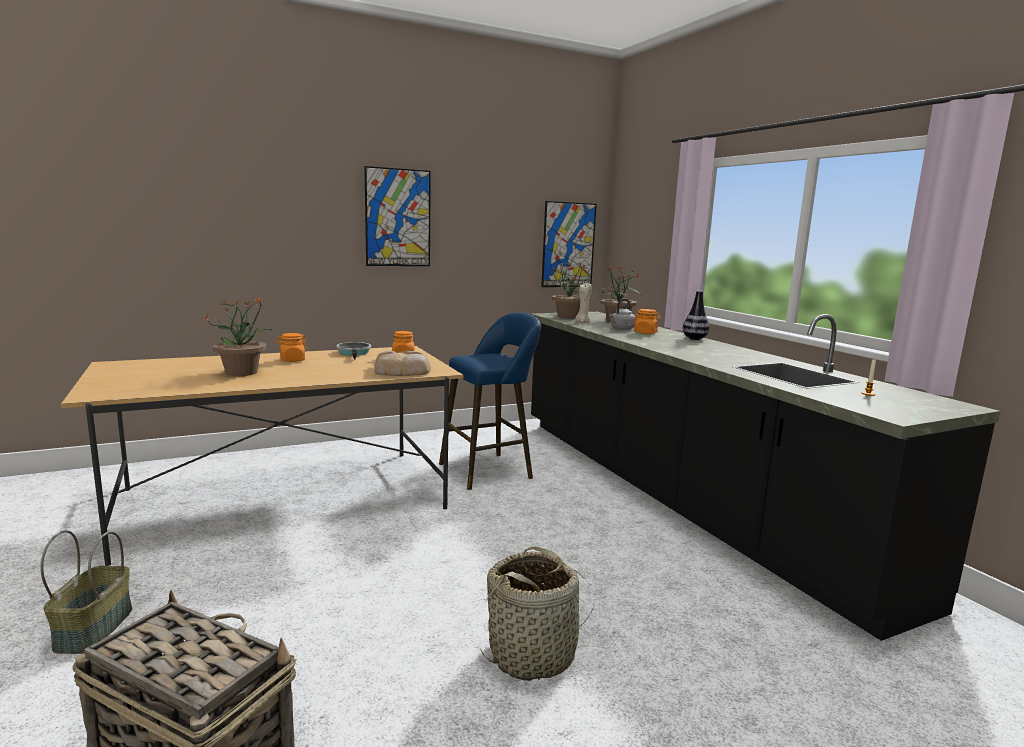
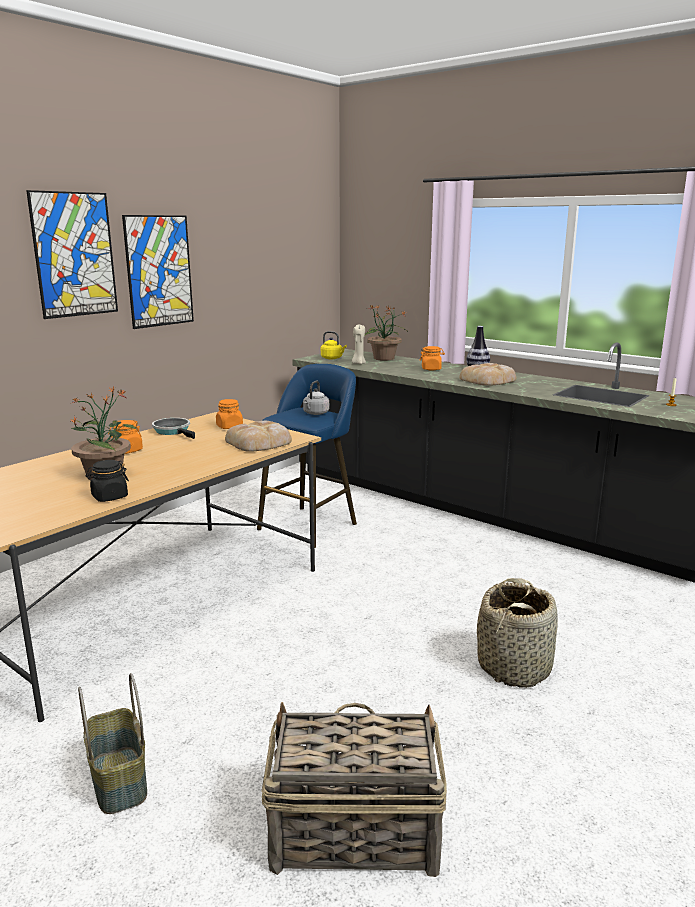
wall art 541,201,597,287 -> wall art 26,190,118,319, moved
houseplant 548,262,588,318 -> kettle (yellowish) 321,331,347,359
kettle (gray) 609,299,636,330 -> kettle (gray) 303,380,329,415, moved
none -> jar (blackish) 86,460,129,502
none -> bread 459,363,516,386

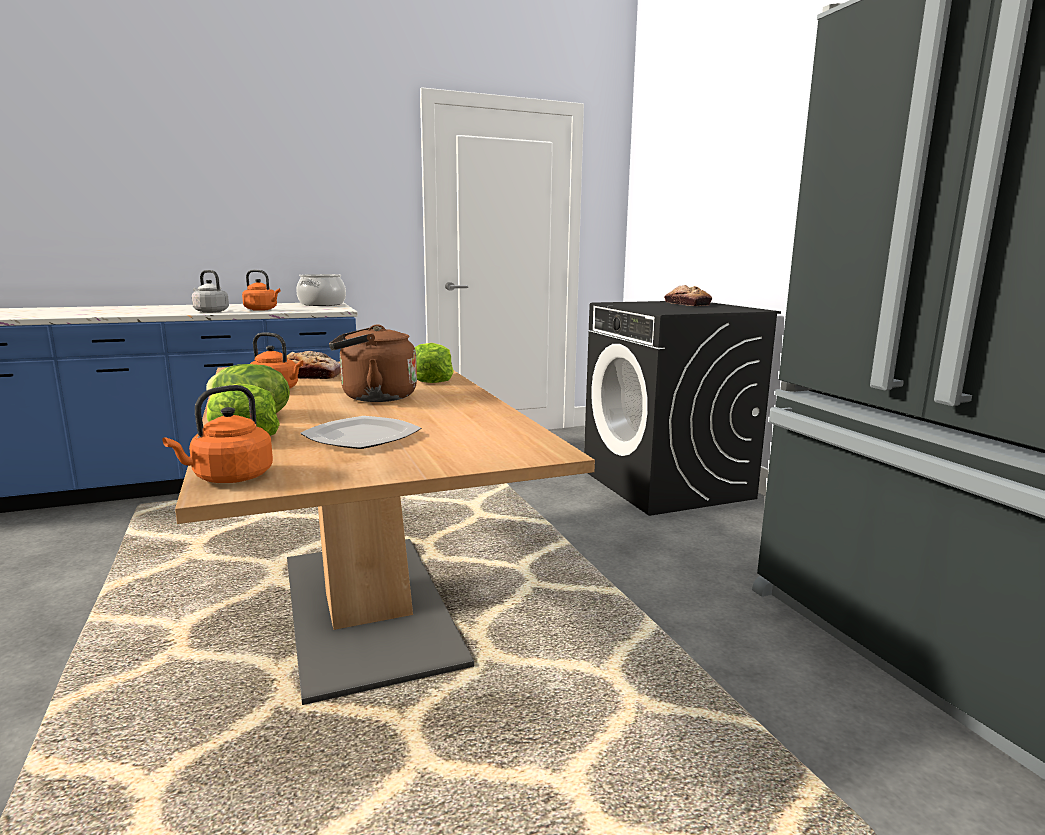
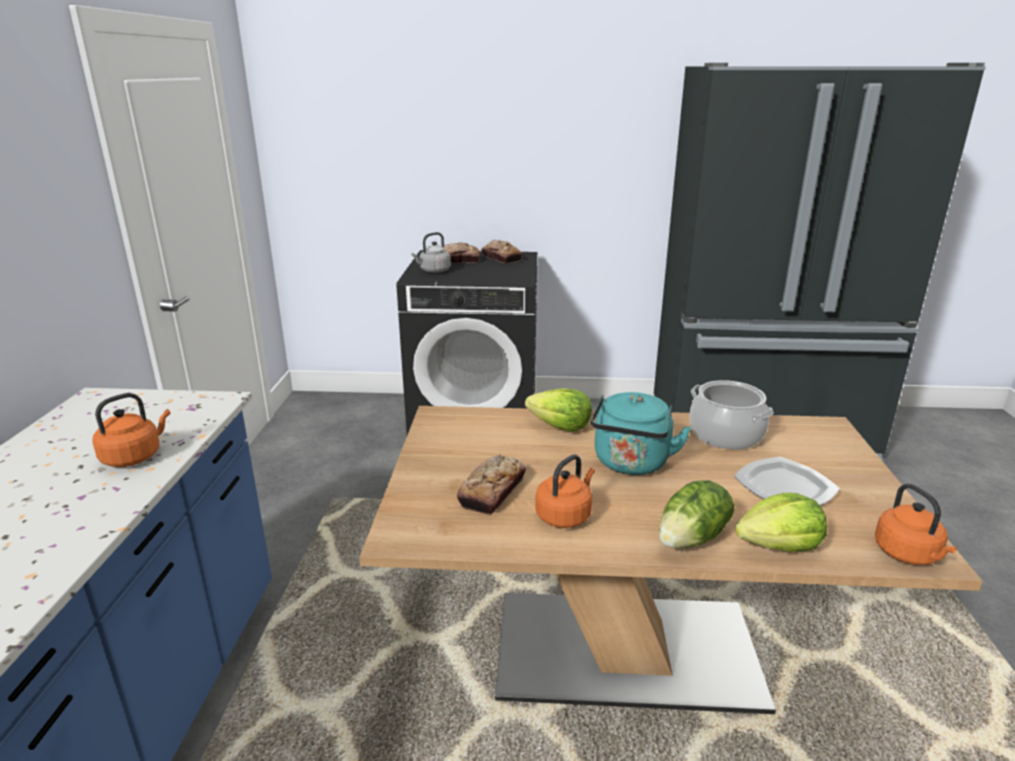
kettle (gray) 192,270,229,313 -> kettle (gray) 412,232,451,273, moved
cooking pot 296,274,346,306 -> cooking pot 689,380,774,450, moved
kettle (brown) 329,324,417,402 -> kettle (turquoise) 591,392,692,475
none -> bread 481,240,523,263

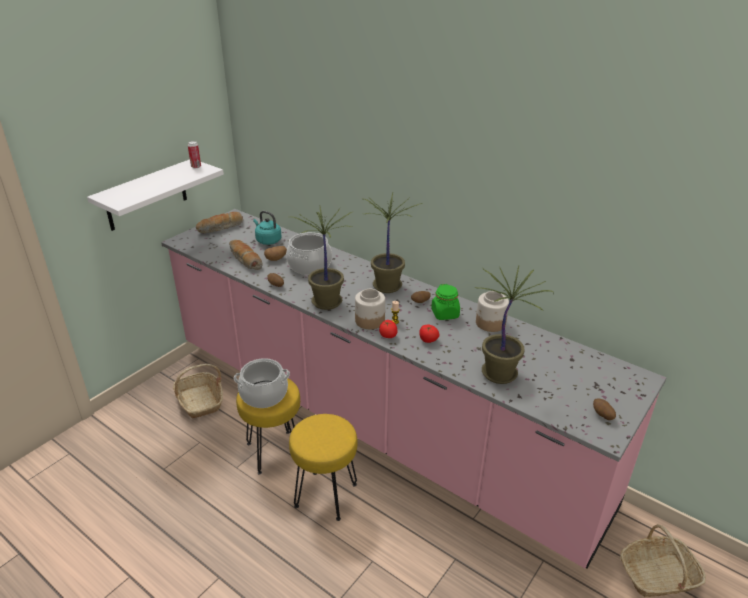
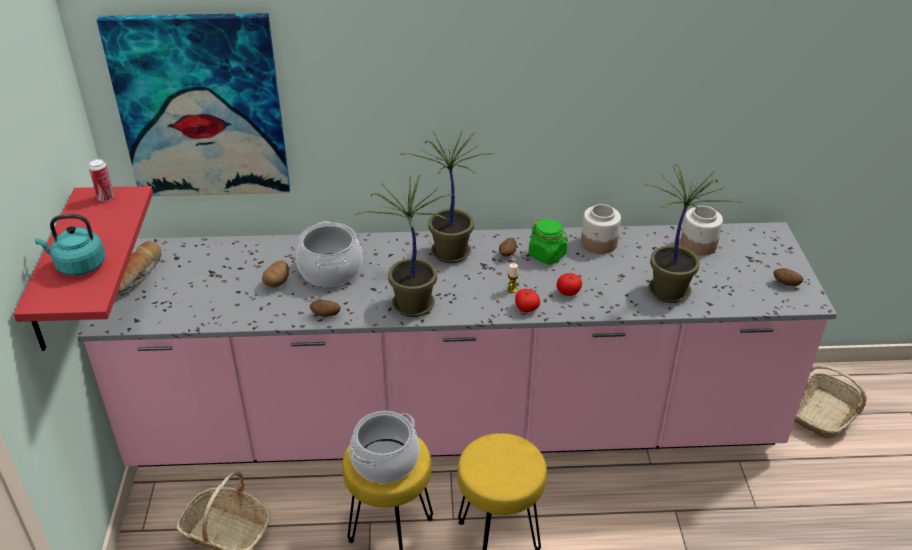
shelf (white) 87,159,224,231 -> shelf (red-coloured) 13,186,153,351
bread 229,240,263,270 -> none
kettle (turquoise) 253,211,282,245 -> kettle (turquoise) 34,214,105,276, moved
jar 355,289,385,329 -> jar 680,206,723,256, moved
none -> wall art 97,13,290,196

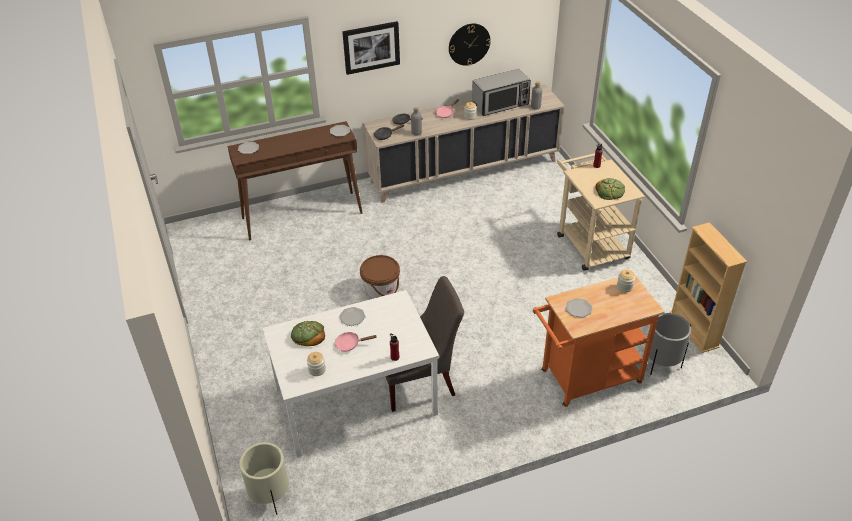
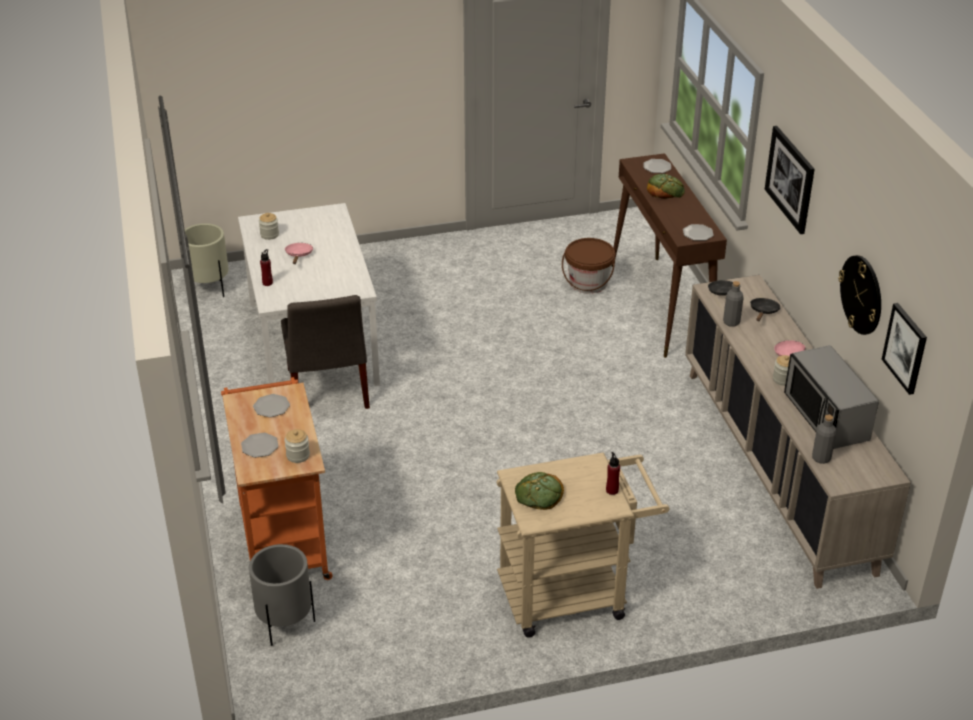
bread 291,321,325,346 -> bread 647,174,685,199, moved
plate 339,307,366,326 -> plate 241,433,278,458, moved
bucket (brown) 360,255,400,299 -> bucket (brown) 562,238,615,294, moved
bookcase (beige-coloured) 670,222,747,353 -> none
none -> wall art 882,303,927,395

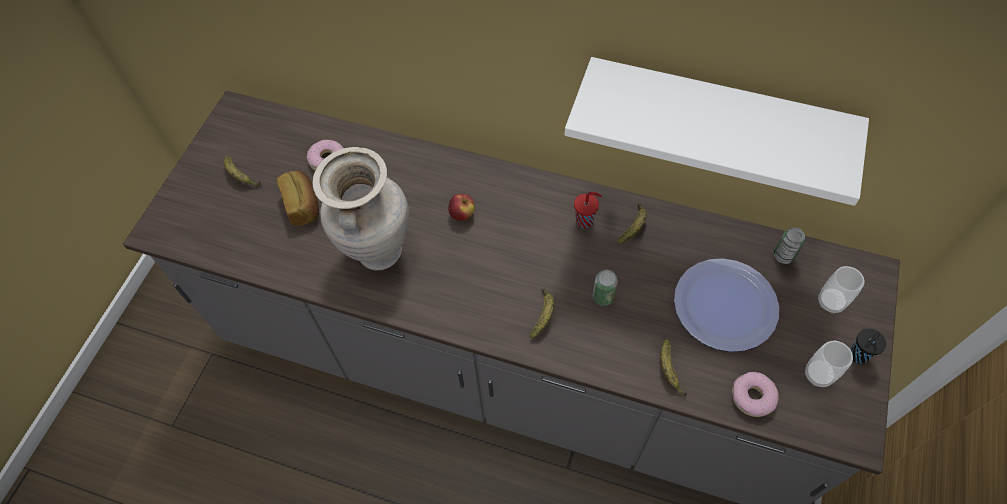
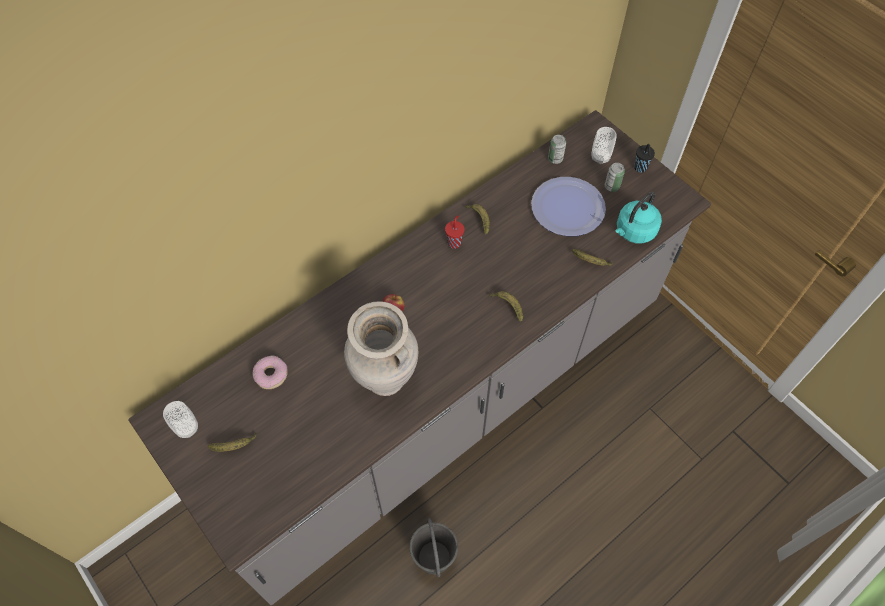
bread 277,170,319,226 -> none
shelf (white) 564,57,869,206 -> none
can 593,270,618,306 -> can 605,163,625,192, moved
ring doughnut 732,372,779,417 -> kettle (turquoise) 616,192,662,244
drinking cup 805,340,853,387 -> drinking cup 163,401,198,438, moved
none -> bucket (gray) 409,518,458,577

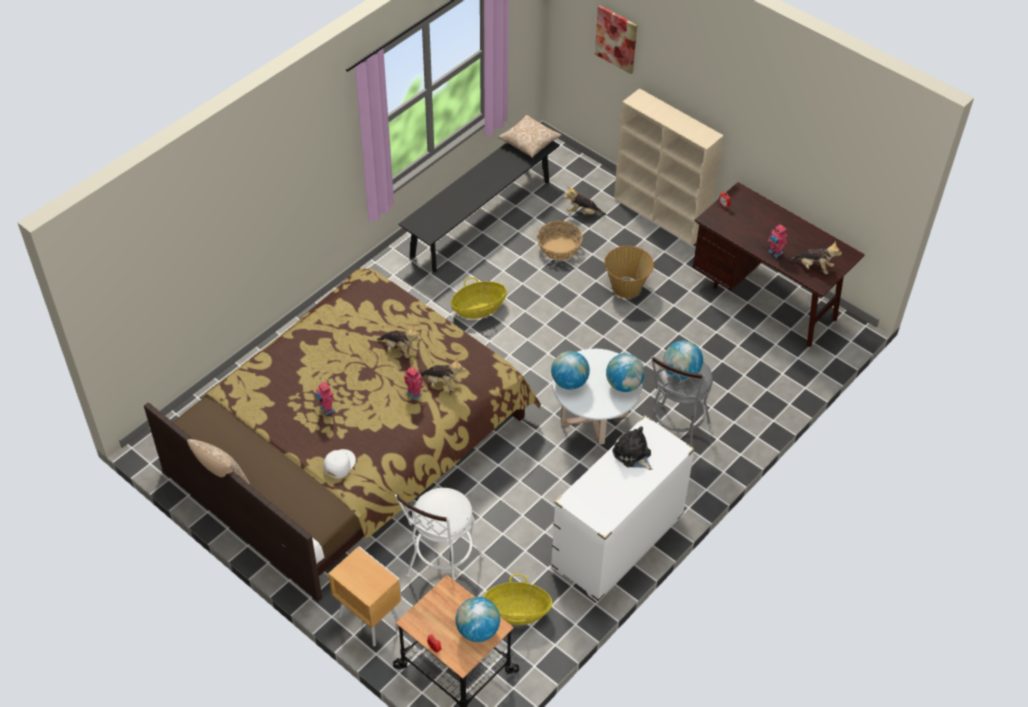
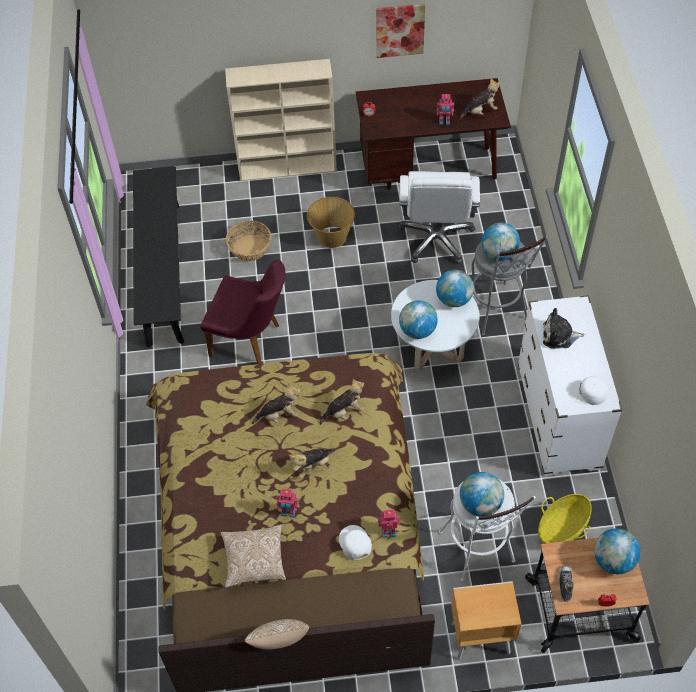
robot figure 404,367,424,401 -> robot figure 378,509,400,538, moved
basket 451,277,507,319 -> plain chair (purplish) 200,260,286,364
pillow 498,114,562,158 -> pillow 220,525,286,588, moved
plush toy 563,186,606,215 -> plush toy 291,448,336,478, moved
wall art 595,5,637,74 -> wall art 376,4,425,58, moved
none -> desk chair (white) 398,171,480,264
none -> world globe 460,472,504,516
none -> low shoe 558,565,574,602
none -> cap (white) 569,376,608,405

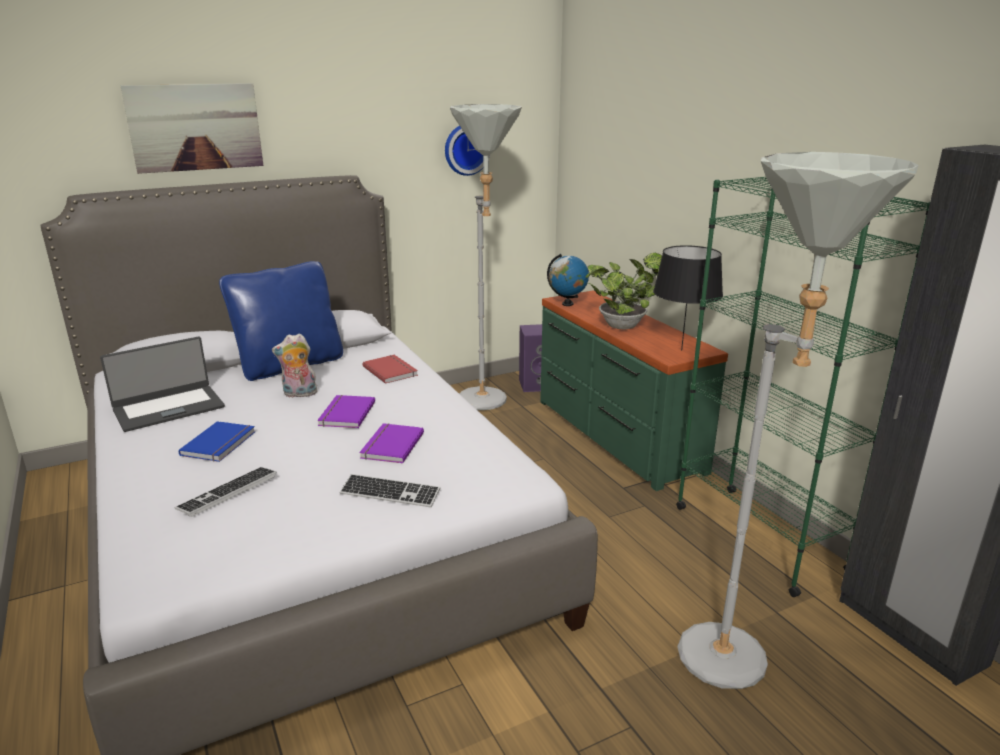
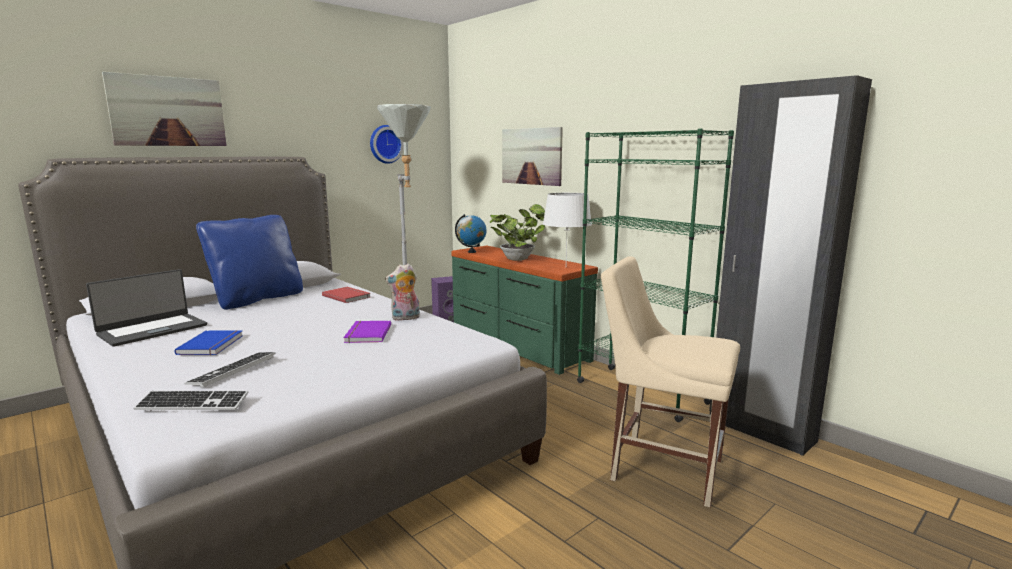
plush toy 272,333,318,398 -> plush toy 385,263,420,321, moved
book (purplish) 317,395,375,428 -> none
computer keyboard 340,474,440,507 -> computer keyboard 134,391,249,410, moved
table lamp (blackish) 653,245,723,351 -> table lamp (white) 543,193,592,262
standard lamp (gray) 677,152,919,689 -> plain chair (beige-coloured) 601,256,740,507
none -> wall art 502,127,563,186

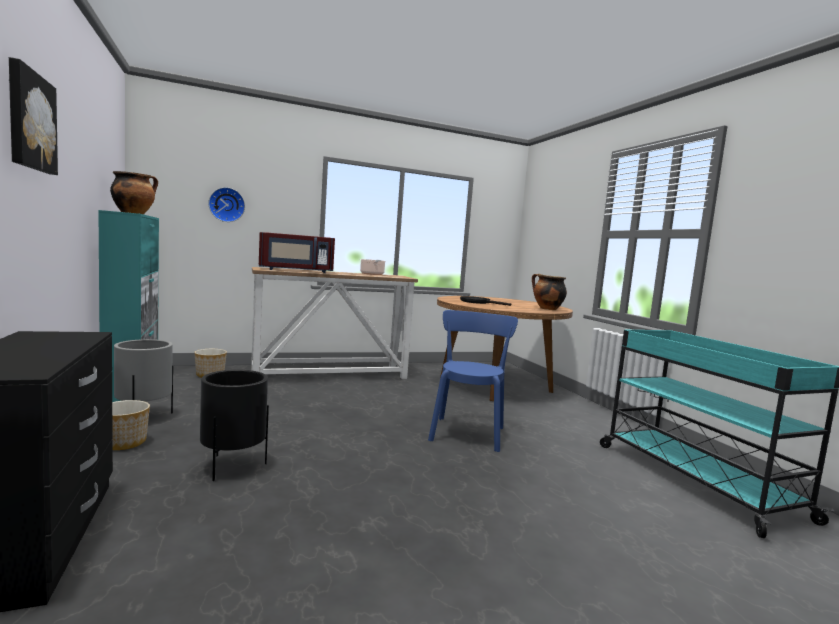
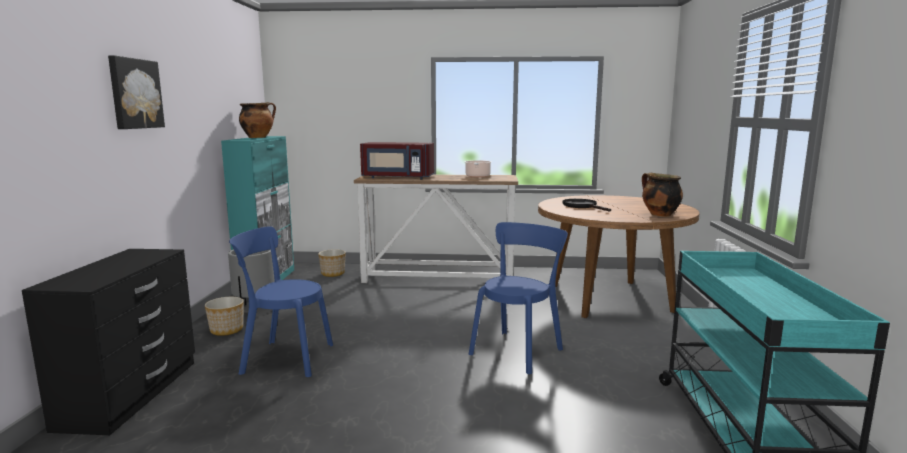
planter (blackish) 200,370,269,481 -> plain chair (bluish) 229,226,333,377
clock on the wall 208,187,245,222 -> none

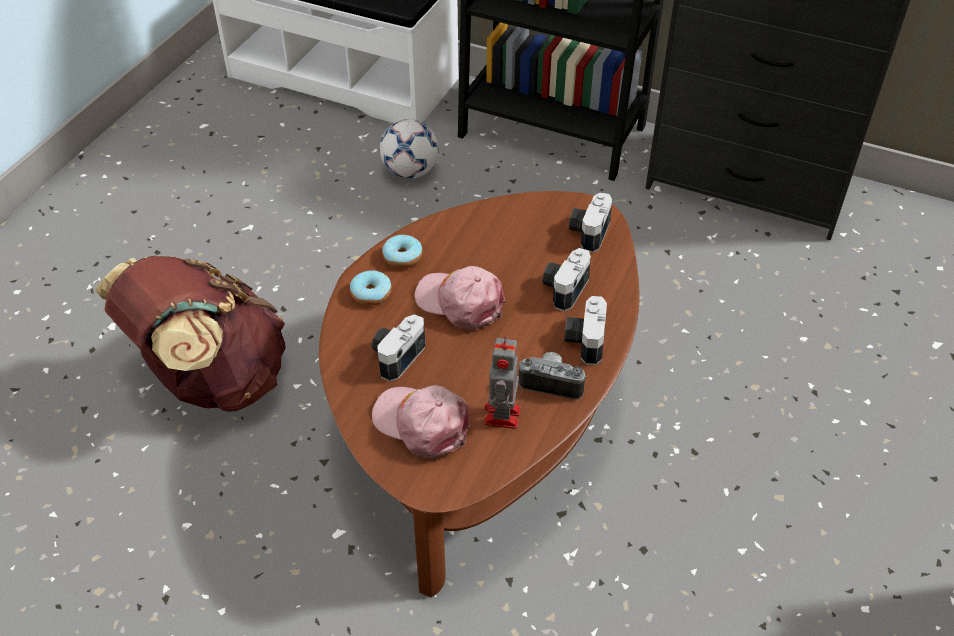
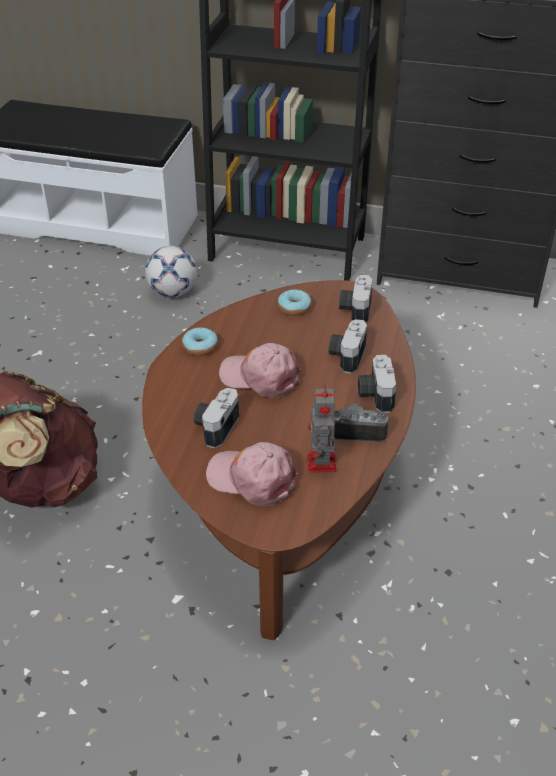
ring doughnut 350,270,392,306 -> ring doughnut 278,289,312,316, moved

